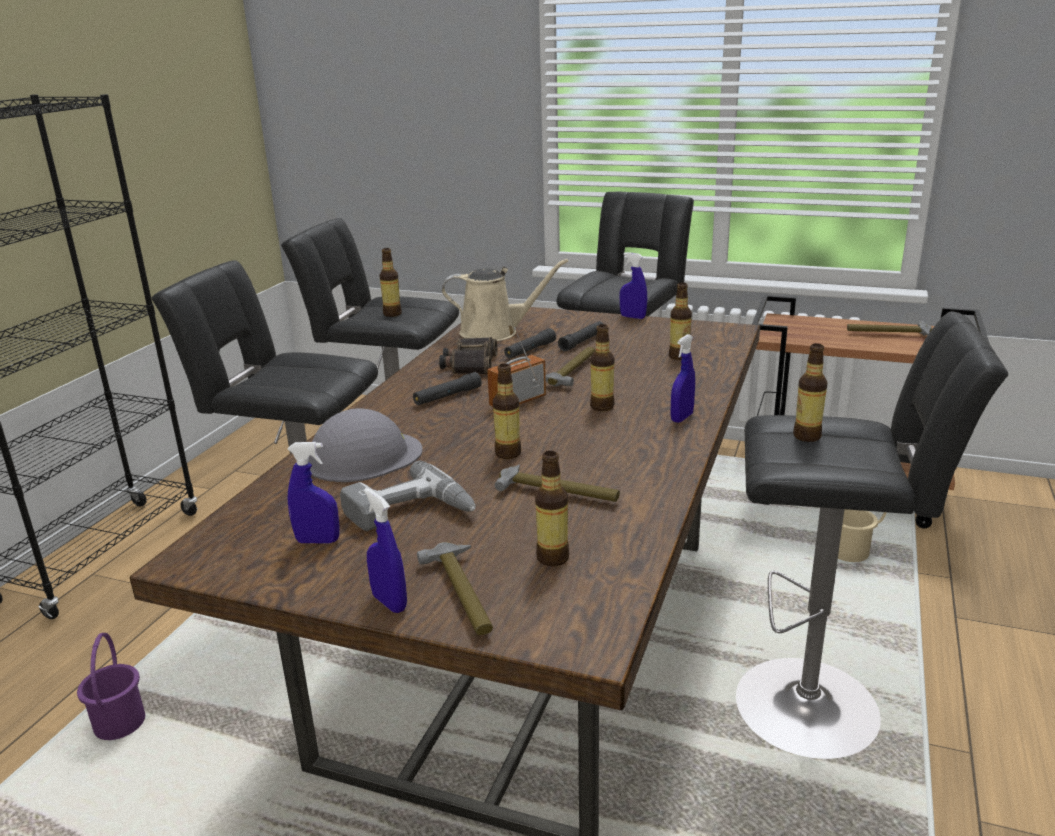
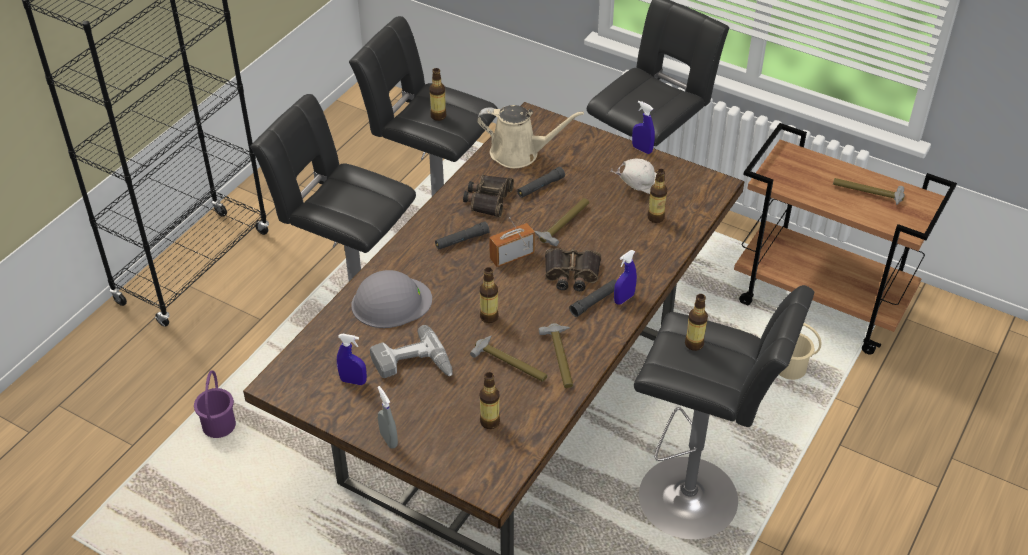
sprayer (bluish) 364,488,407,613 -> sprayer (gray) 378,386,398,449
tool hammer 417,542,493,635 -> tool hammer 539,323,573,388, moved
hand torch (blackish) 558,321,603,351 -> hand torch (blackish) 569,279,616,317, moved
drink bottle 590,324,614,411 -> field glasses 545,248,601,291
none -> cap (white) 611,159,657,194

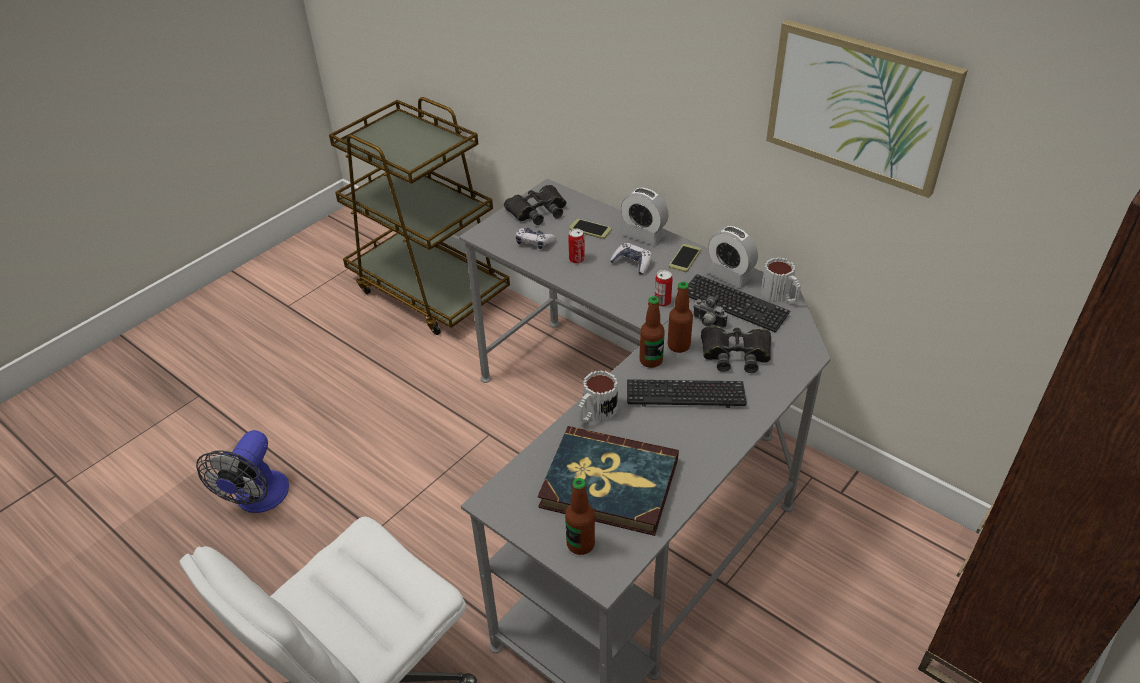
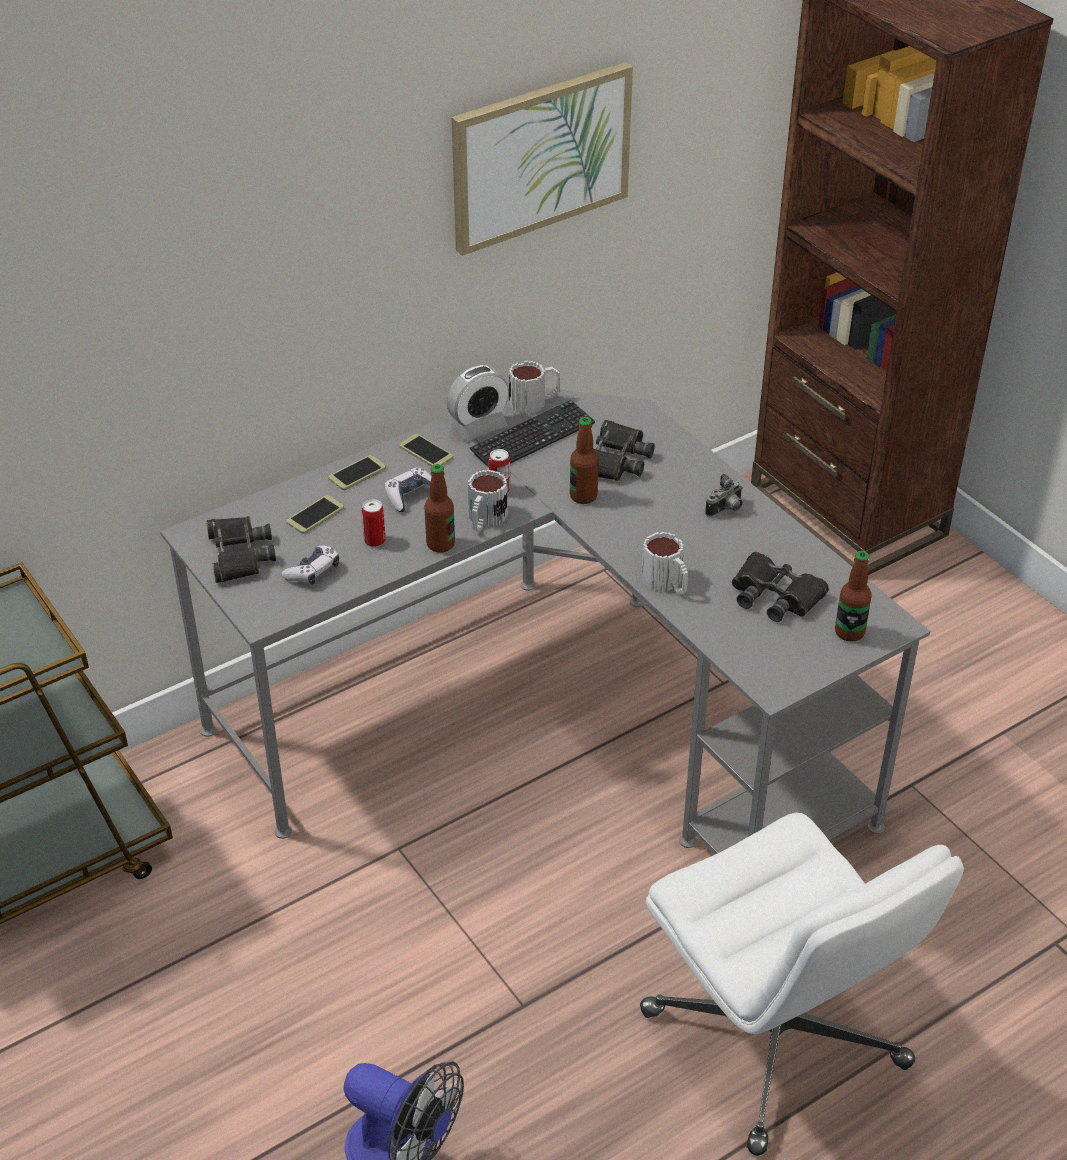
book 538,426,679,536 -> field glasses (blackish) 732,552,829,622
bedside clock 621,188,668,245 -> handset 329,455,386,490
computer keyboard 627,379,747,408 -> none
drink bottle 640,296,665,368 -> drink bottle 424,464,455,553, moved
still camera 693,296,728,328 -> still camera 705,473,743,517, moved
none -> coffee mug 468,470,507,532

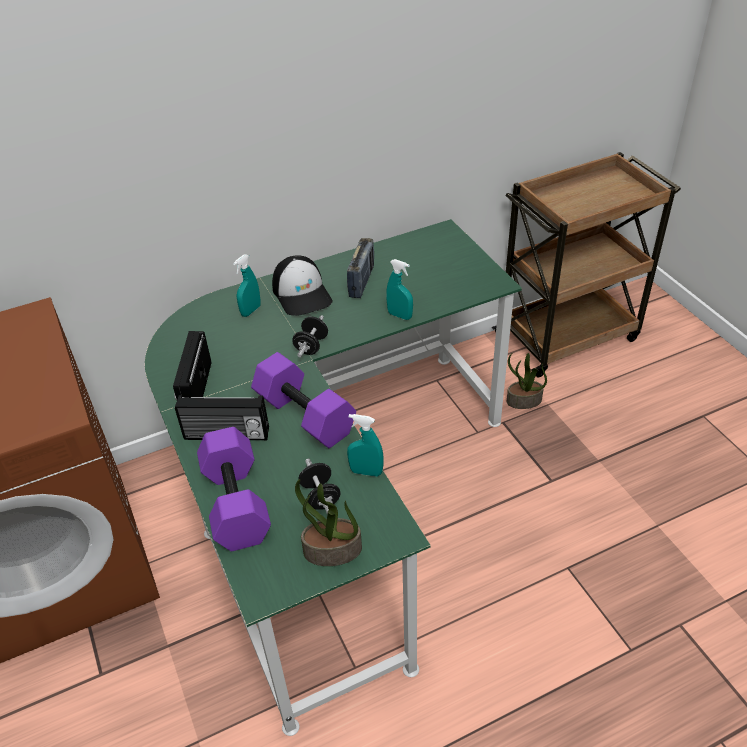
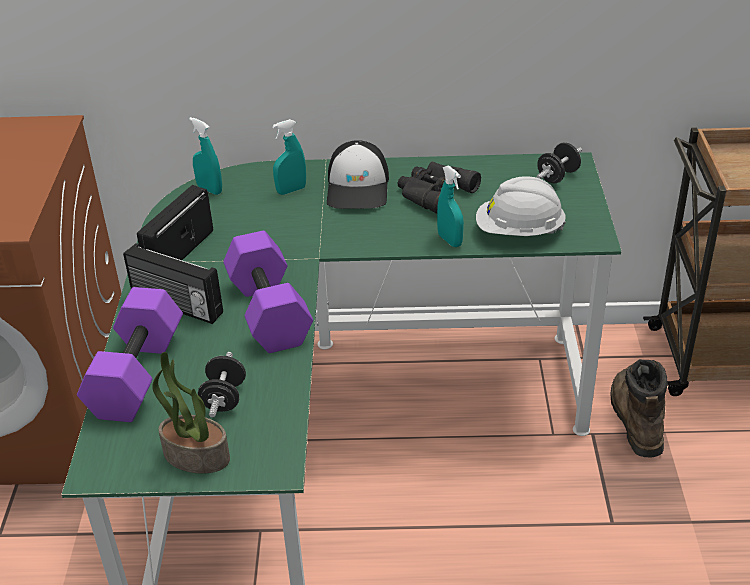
dumbbell (blackish) 292,315,328,357 -> dumbbell (blackish) 537,142,582,183, moved
radio set 347,238,374,298 -> field glasses (blackish) 397,161,481,214
sprayer (turquoise) 347,414,384,477 -> sprayer (turquoise) 189,117,222,195, moved
houseplant 506,353,547,409 -> high-top boot (brown) 610,359,668,458
none -> hard hat (white) 476,176,566,236

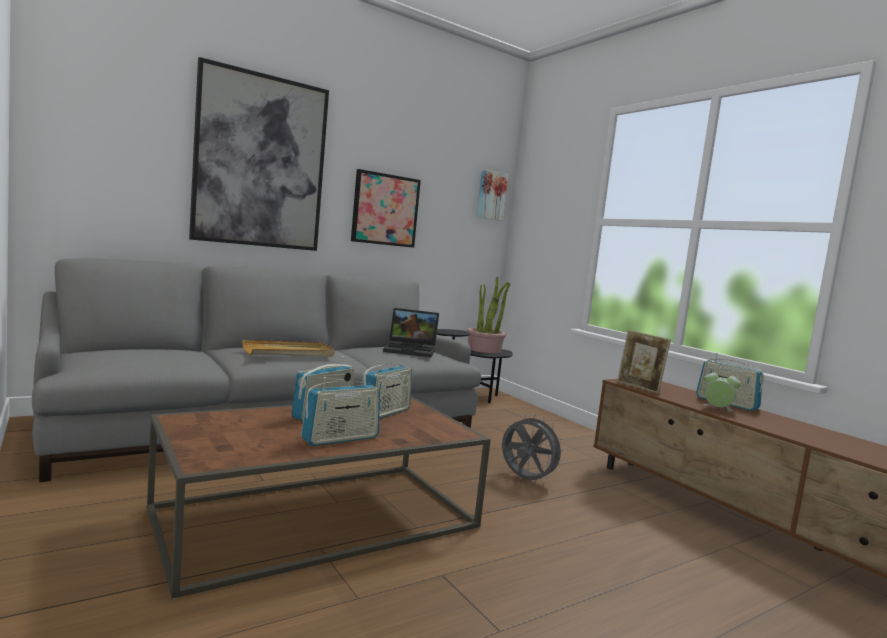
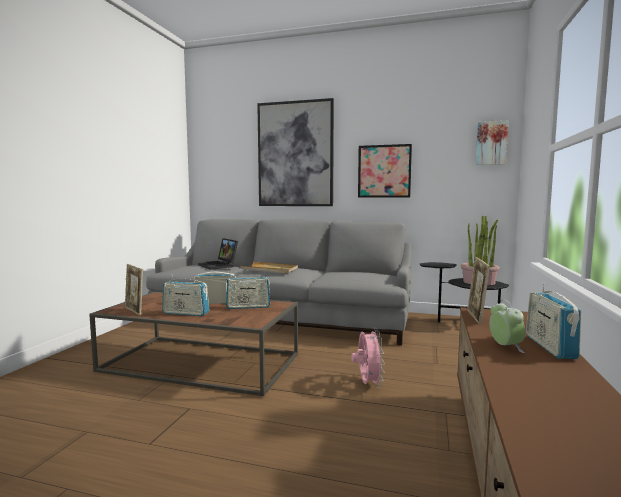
laptop 383,308,439,357 -> laptop 198,238,238,270, moved
cooling fan (gray) 502,414,566,480 -> cooling fan (pinkish) 351,328,385,388
none -> picture frame 125,264,143,316

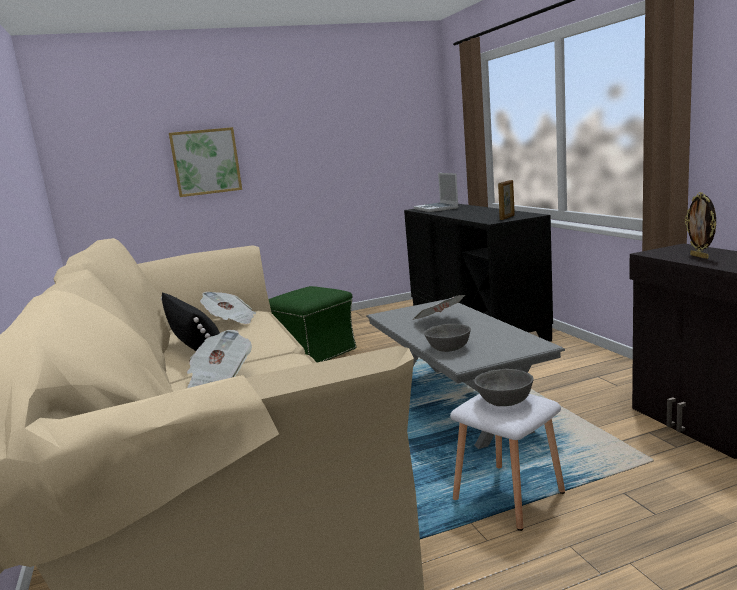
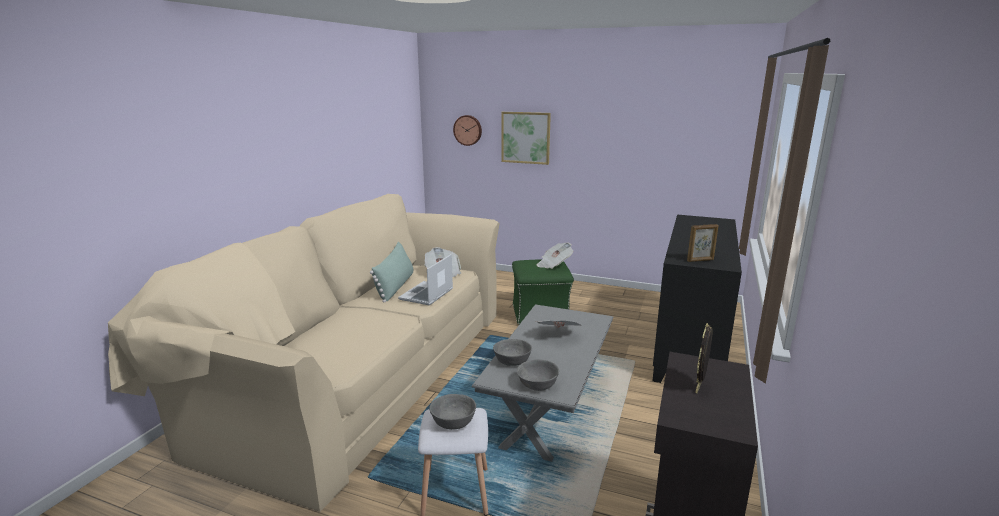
pillow (blackish) 161,293,220,351 -> pillow (green) 370,242,413,302
newspaper 187,330,252,388 -> newspaper 537,243,573,269, moved
laptop 413,173,459,212 -> laptop 398,254,453,306, moved
none -> clock on the wall 453,115,482,146
none -> serving bowl (gray) 517,360,559,391

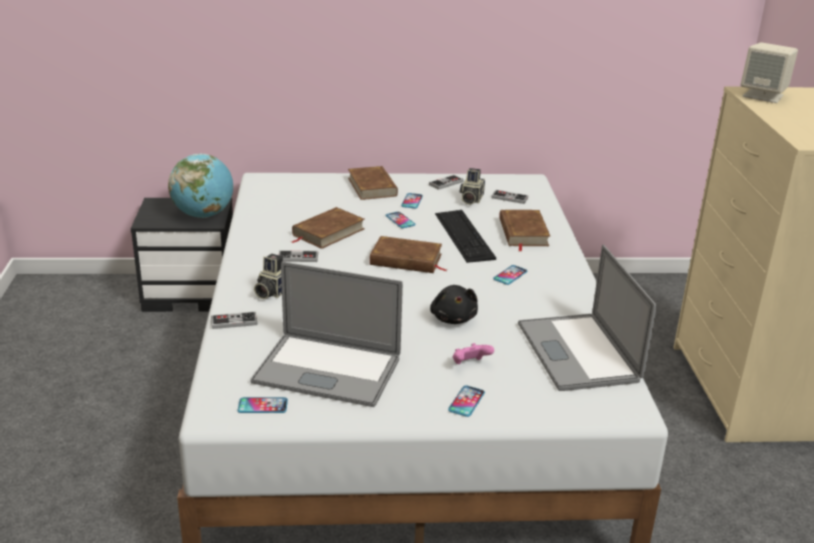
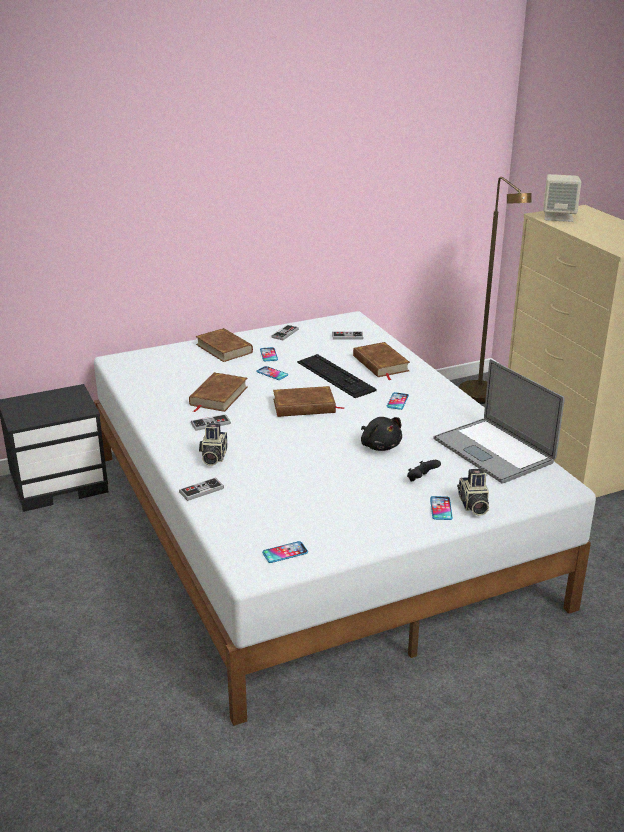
world globe 168,154,233,218 -> none
laptop 250,262,403,407 -> none
joypad (pinkish) 453,343,494,364 -> joypad (blackish) 407,460,441,482
still camera 460,168,485,205 -> still camera 457,469,489,516, moved
none -> standard lamp (brown) 459,177,532,404

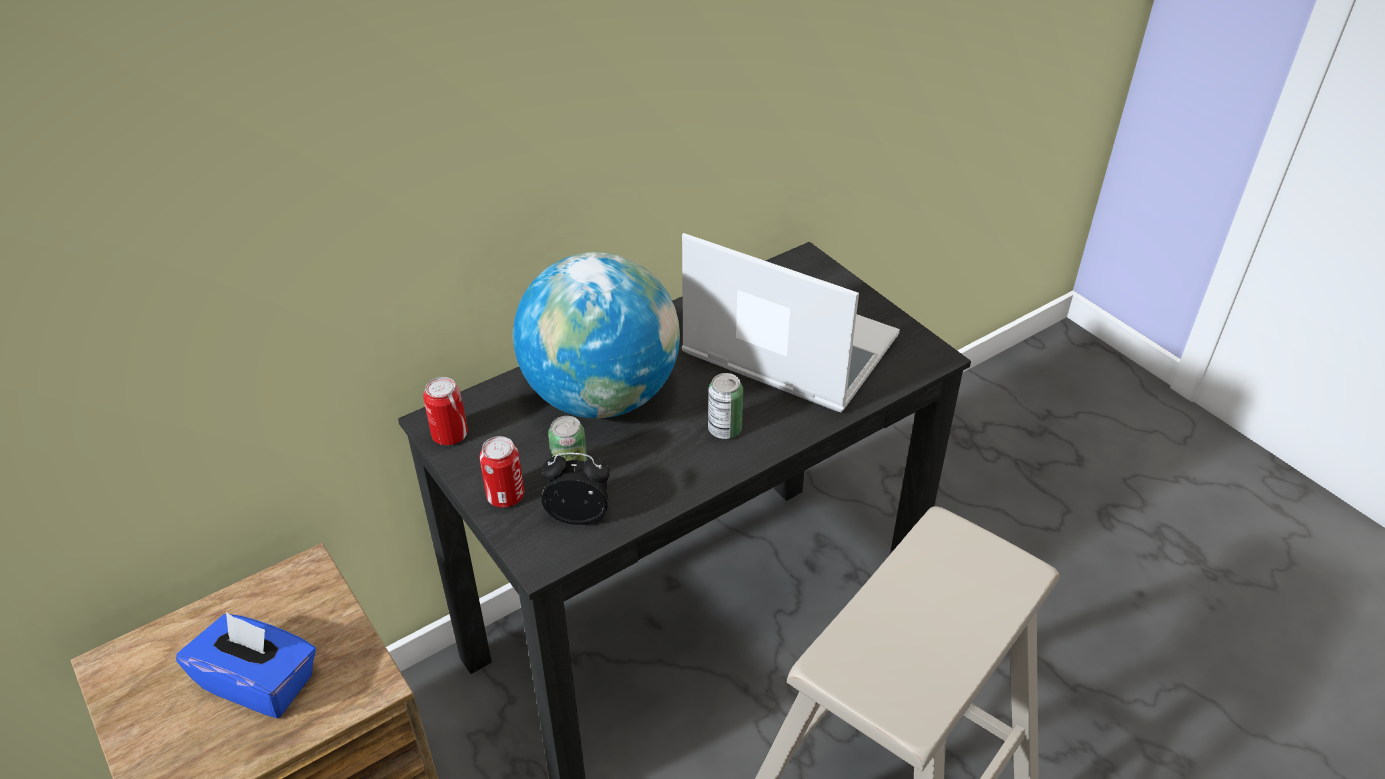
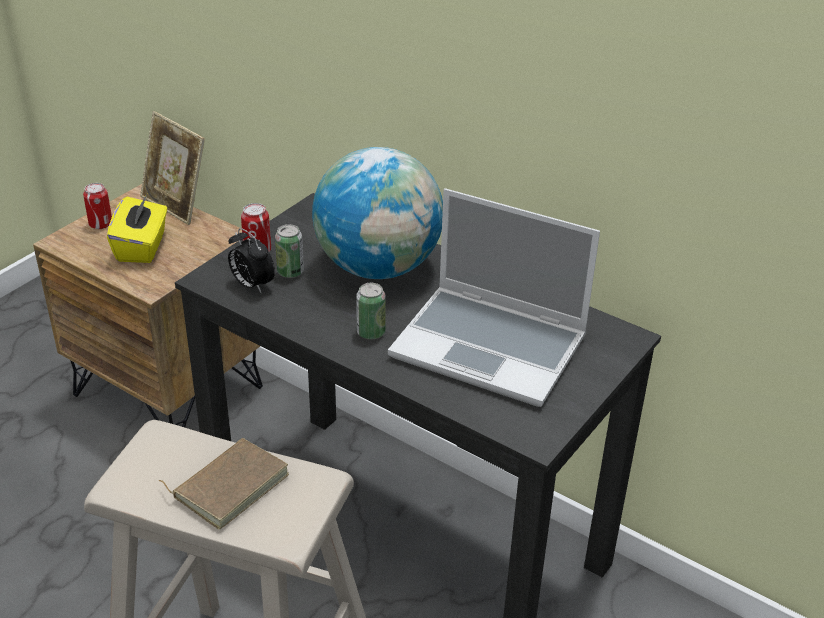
tissue box (bluish) 176,612,316,718 -> tissue box (yellowish) 107,194,167,263
can 423,377,468,445 -> can 83,183,112,229, moved
bedside clock 541,453,610,525 -> bedside clock 228,228,275,294, 150 degrees clockwise
laptop 682,233,900,412 -> laptop 388,188,600,407, 105 degrees clockwise
none -> picture frame 140,111,205,225
none -> book (brown) 159,438,289,529

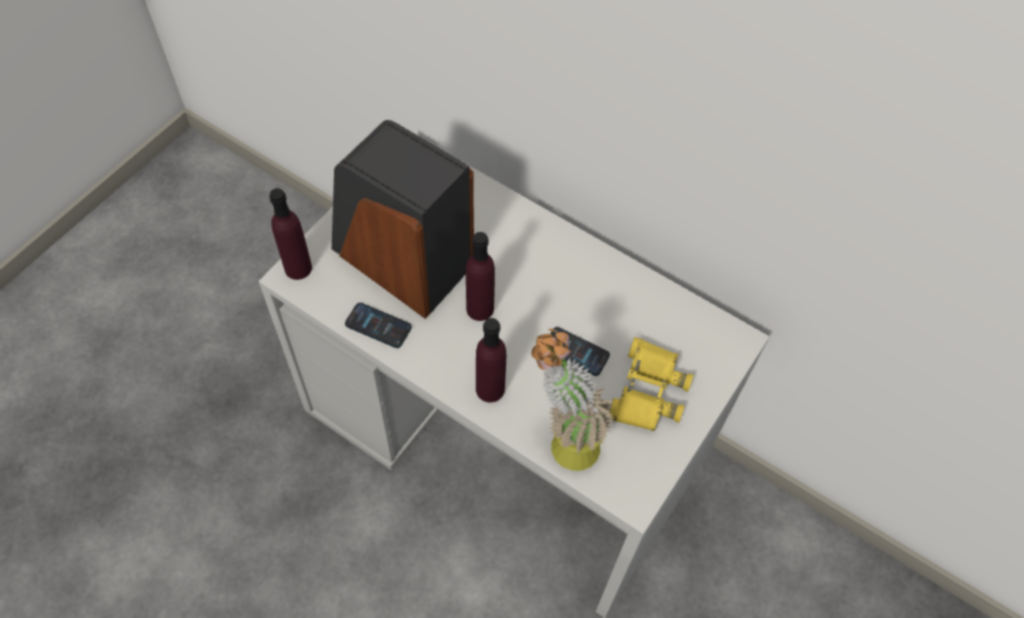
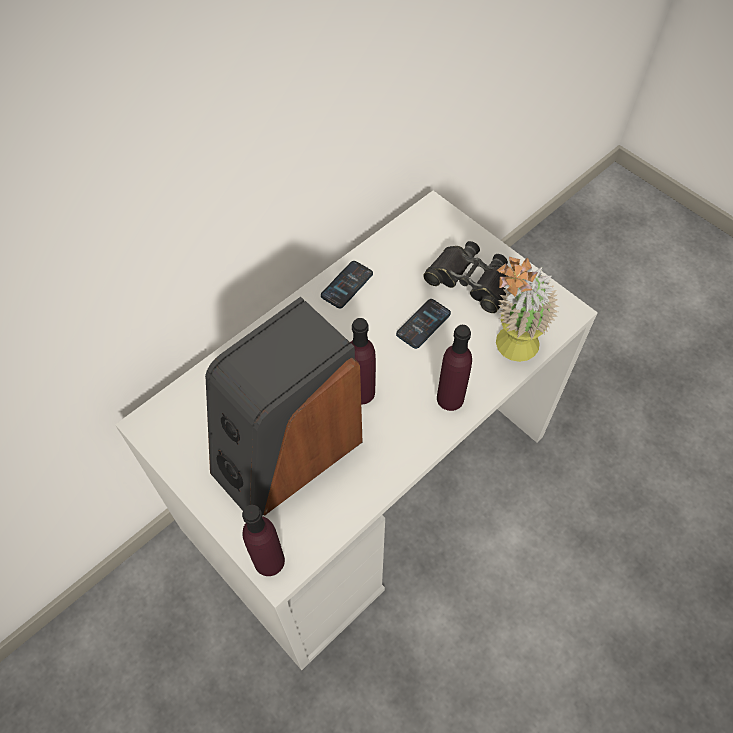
handset 345,303,412,348 -> handset 321,261,373,308, moved
field glasses (yellowish) 609,337,693,431 -> field glasses (blackish) 423,241,508,313

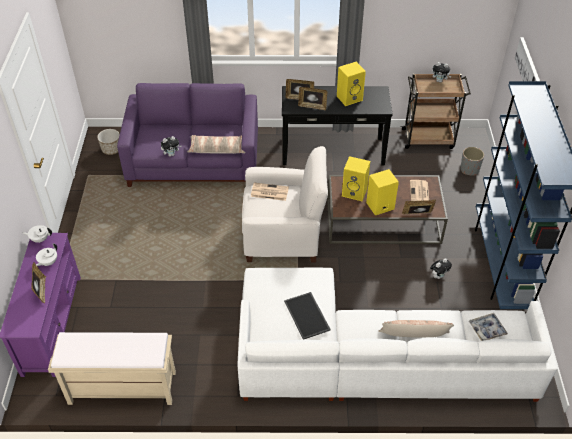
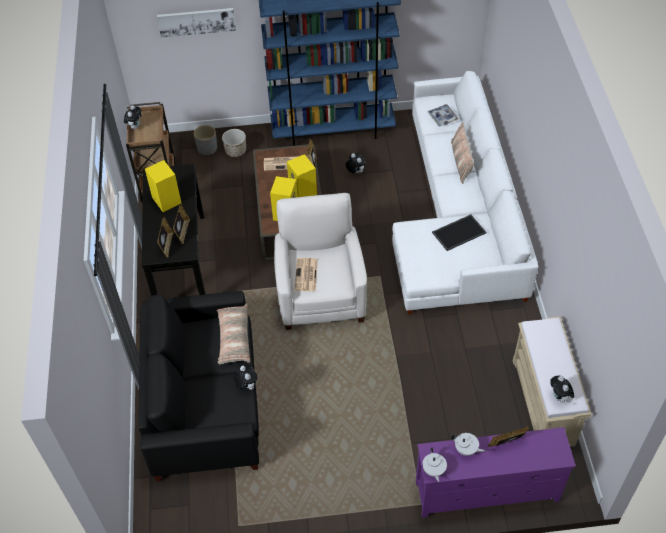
planter 97,129,120,155 -> planter 222,129,246,157, moved
sofa (purplish) 117,83,258,187 -> sofa (blackish) 139,291,259,481
none -> plush toy 550,375,574,404

